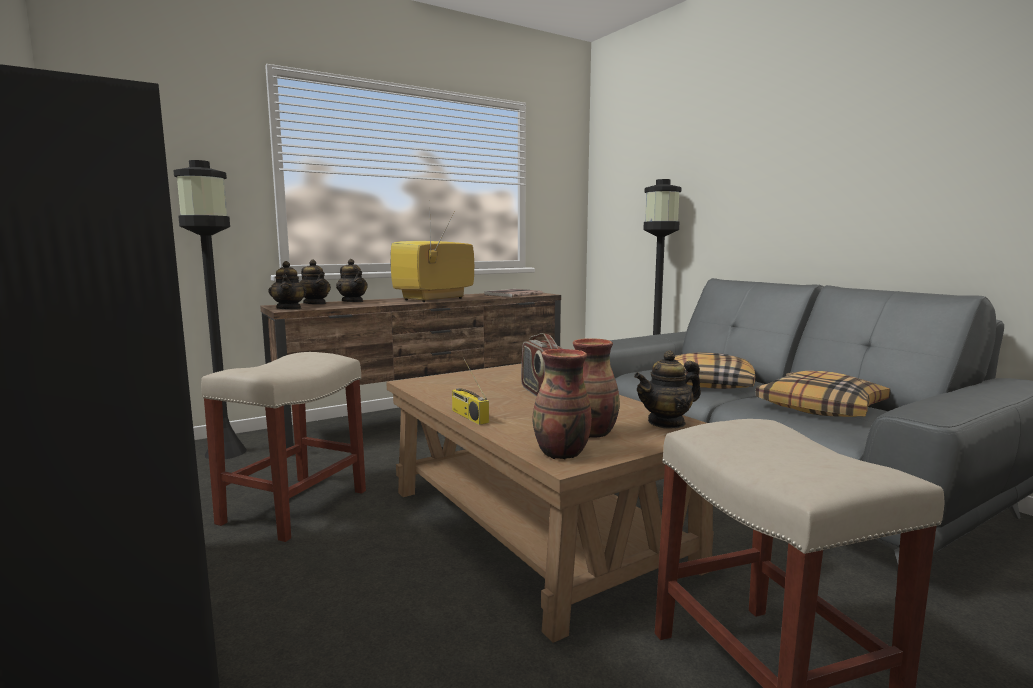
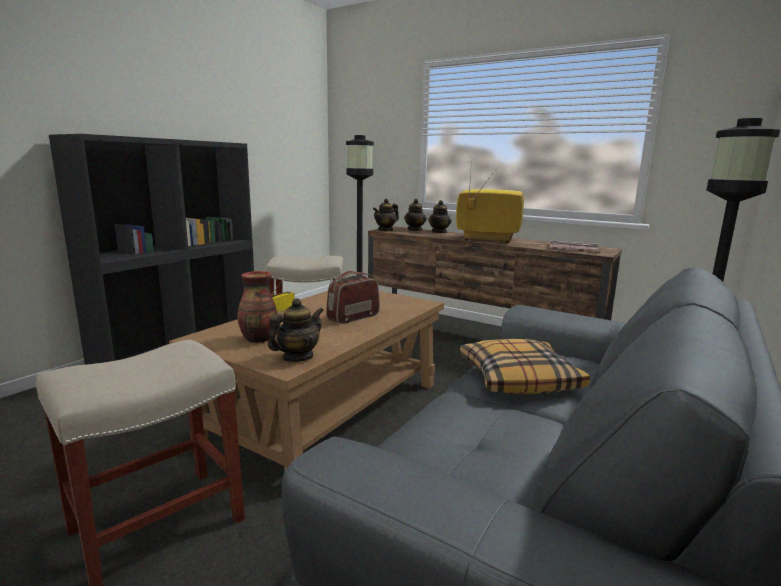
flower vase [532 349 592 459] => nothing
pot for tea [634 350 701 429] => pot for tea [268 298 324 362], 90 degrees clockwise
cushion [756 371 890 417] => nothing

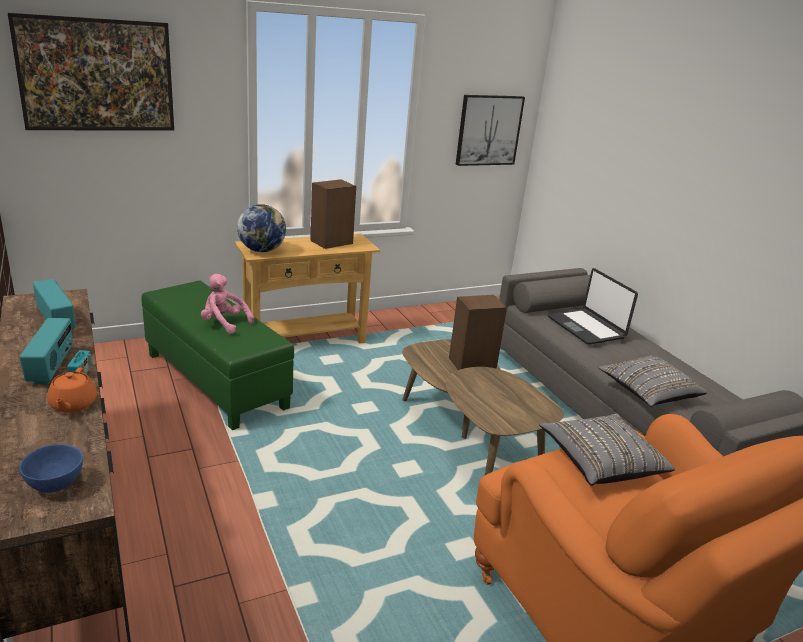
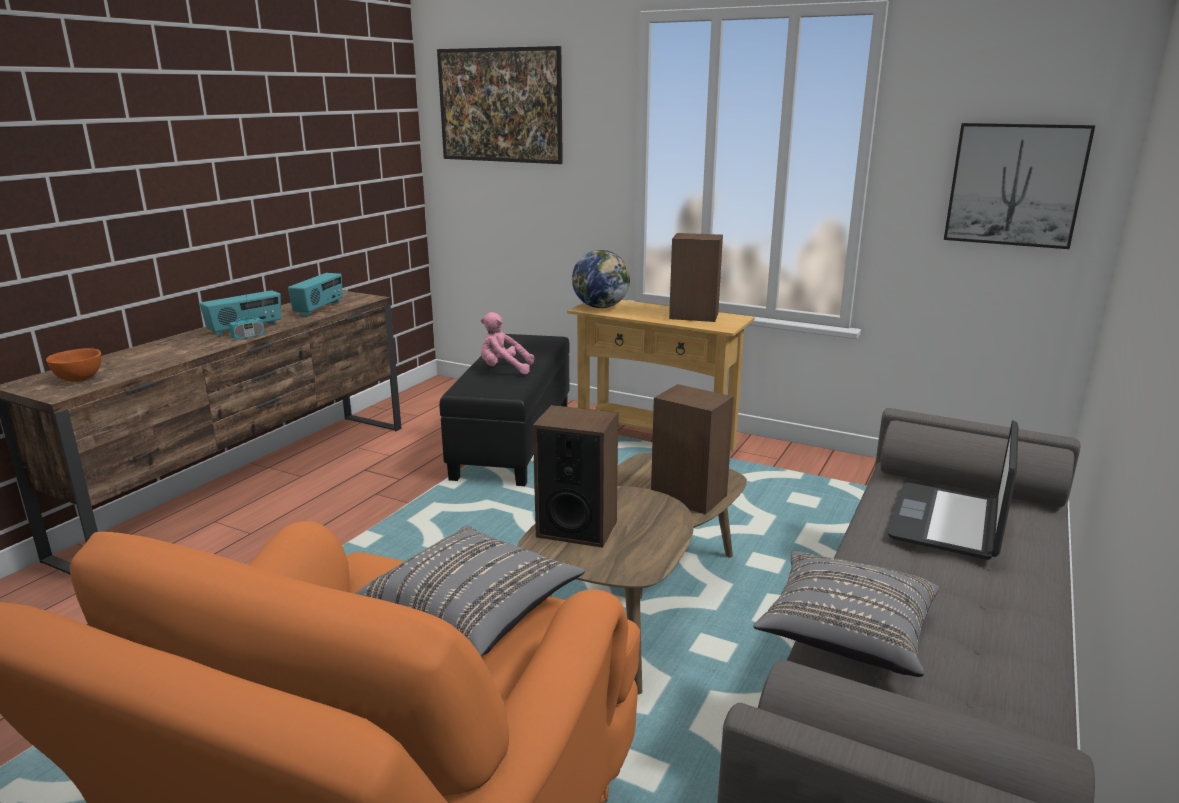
blue serving bowl [19 444 83 493] => orangey serving bowl [46 348 101 382]
orangey pot for tea [47 367 97 413] => nothing
greenish ottoman [141 280 294 430] => blackish ottoman [439 334 570 486]
pink-coloured soft toy [201 274 254 334] => pink-coloured soft toy [481 312 534 374], 75 degrees counterclockwise
nothing => audio speaker [533 405 618 548]

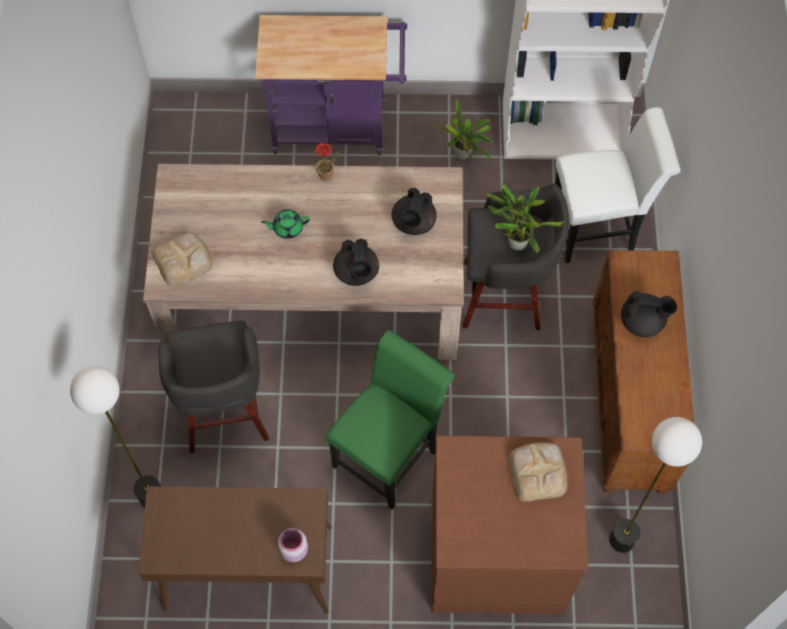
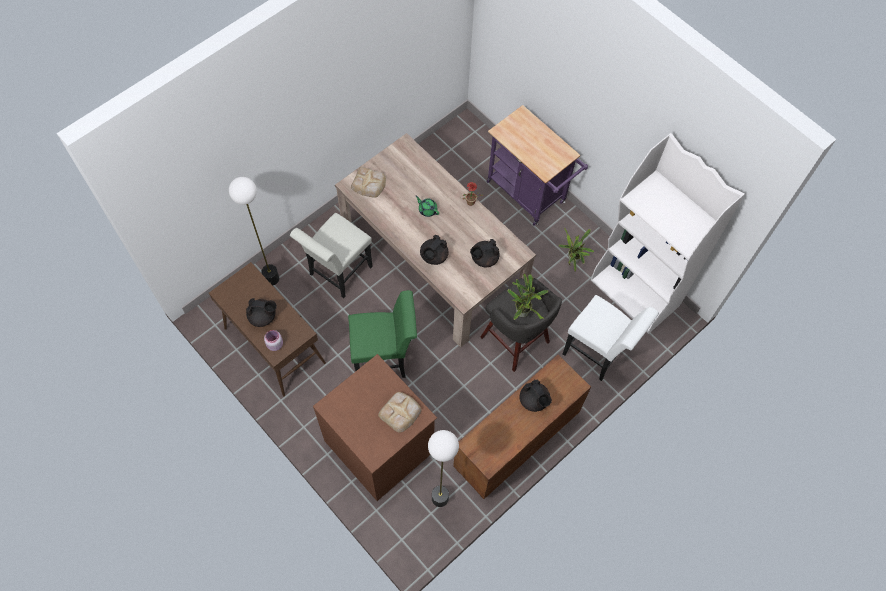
gray stool seat [159 320 269 453] => whitish upright chair [290 213 373 298]
nothing => blackish pot for tea [246 298 277 327]

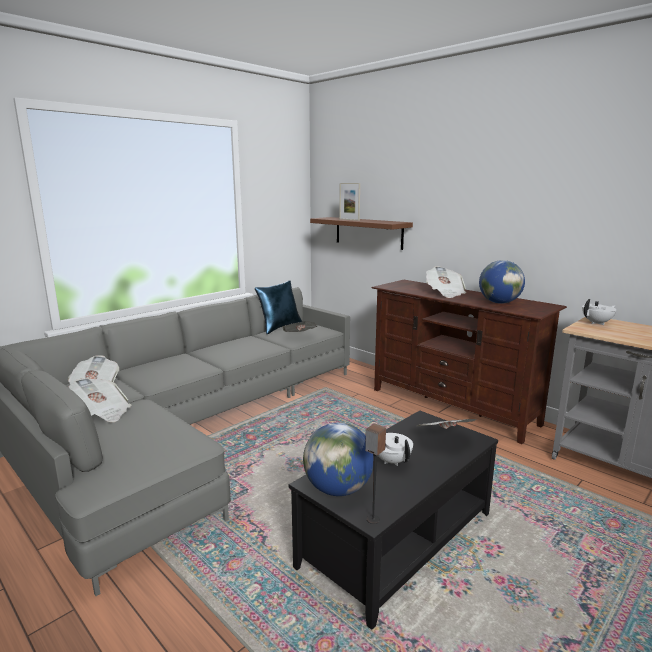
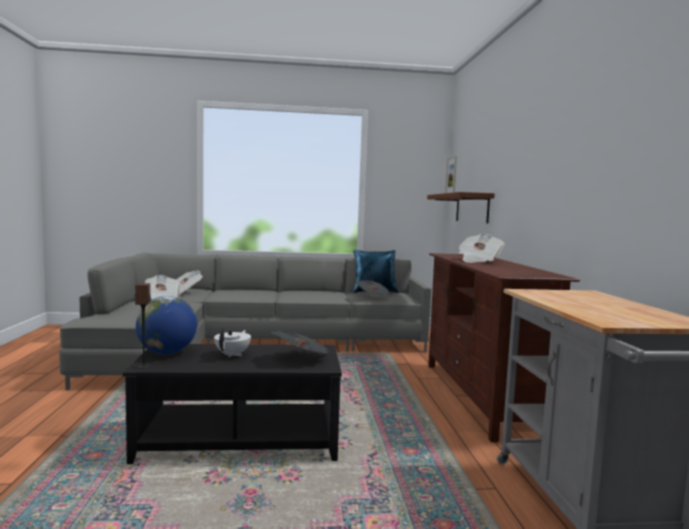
world globe [479 260 525 304] => nothing
whitish pot for tea [582 299 616 325] => nothing

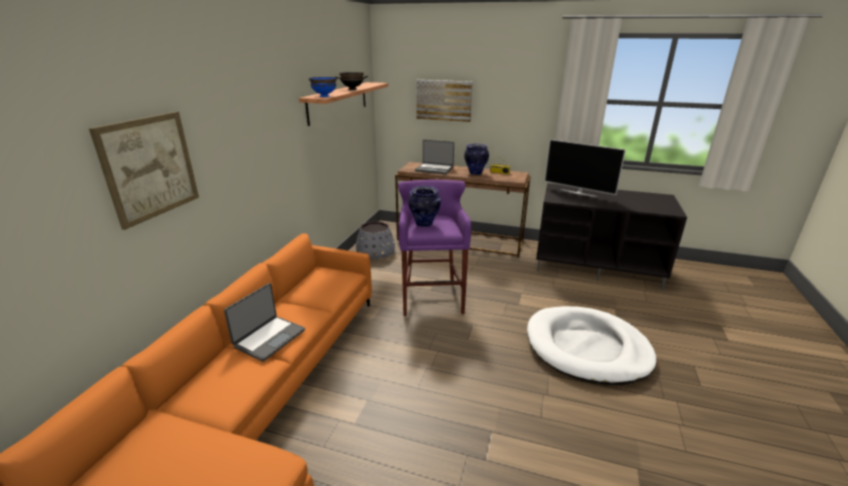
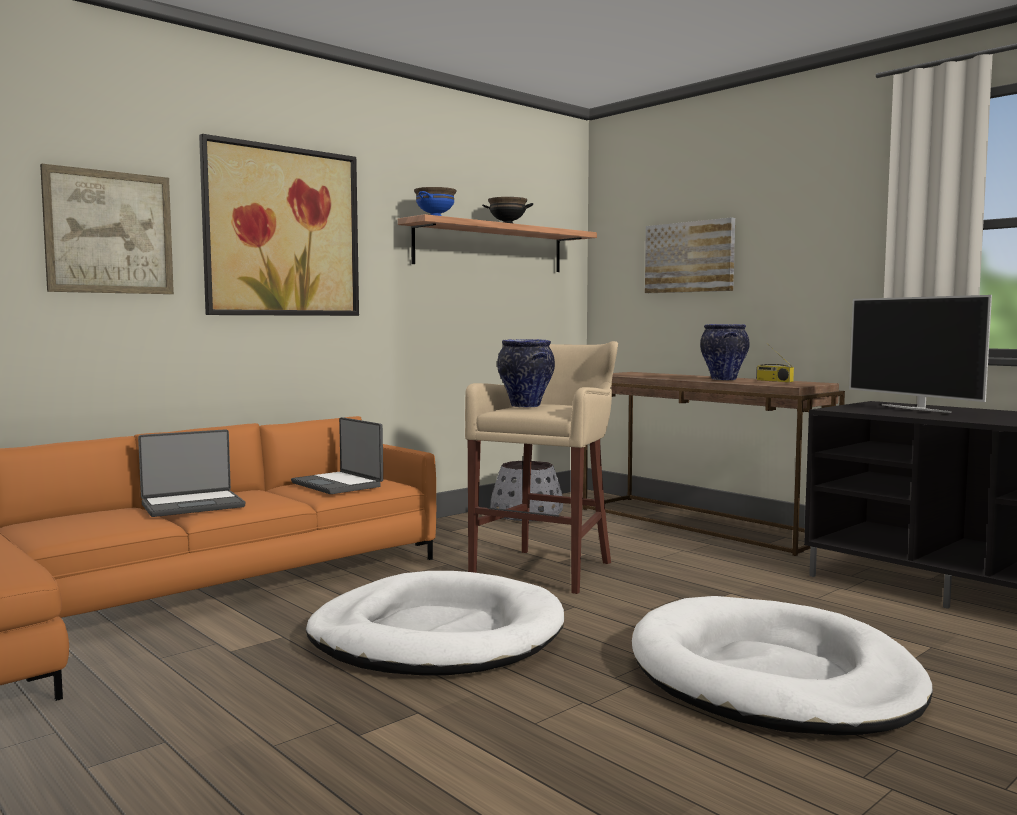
purple-coloured stool seat [398 180 471 316] => beige stool seat [465 341 618 594]
portable computer [415 140 454 174] => portable computer [291 417 383 494], relocated
nothing => picture [199 134 359 316]
nothing => whitish pet bed [306 571 564 676]

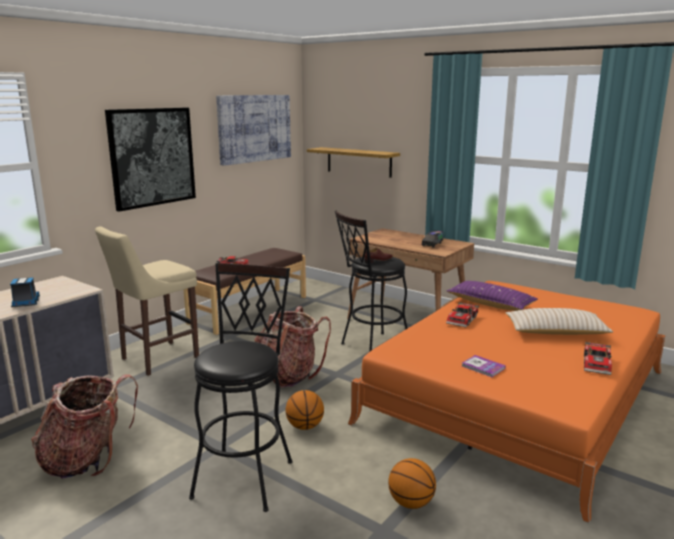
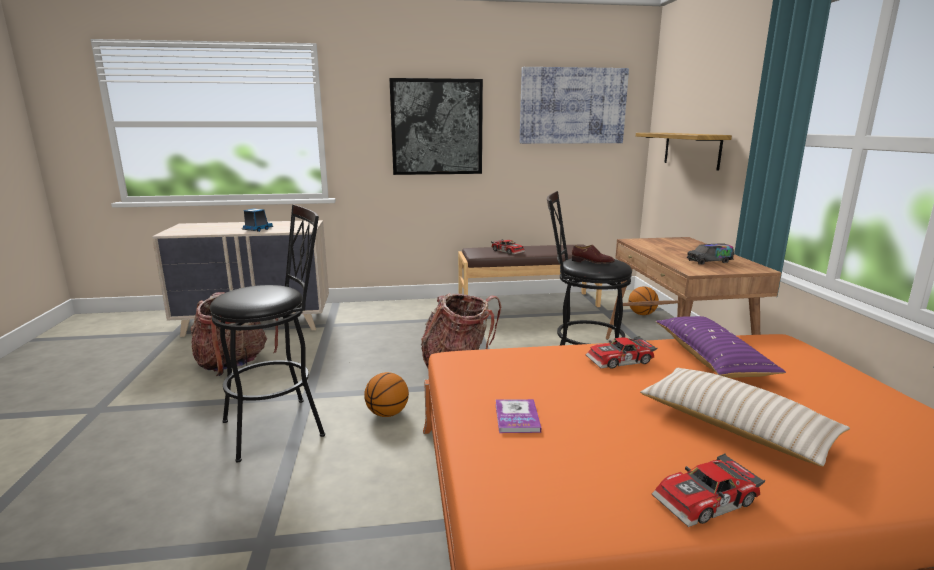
beige stool seat [95 226 199 376] => nothing
basketball ball [388 458 436 509] => basketball ball [629 286 659 315], relocated

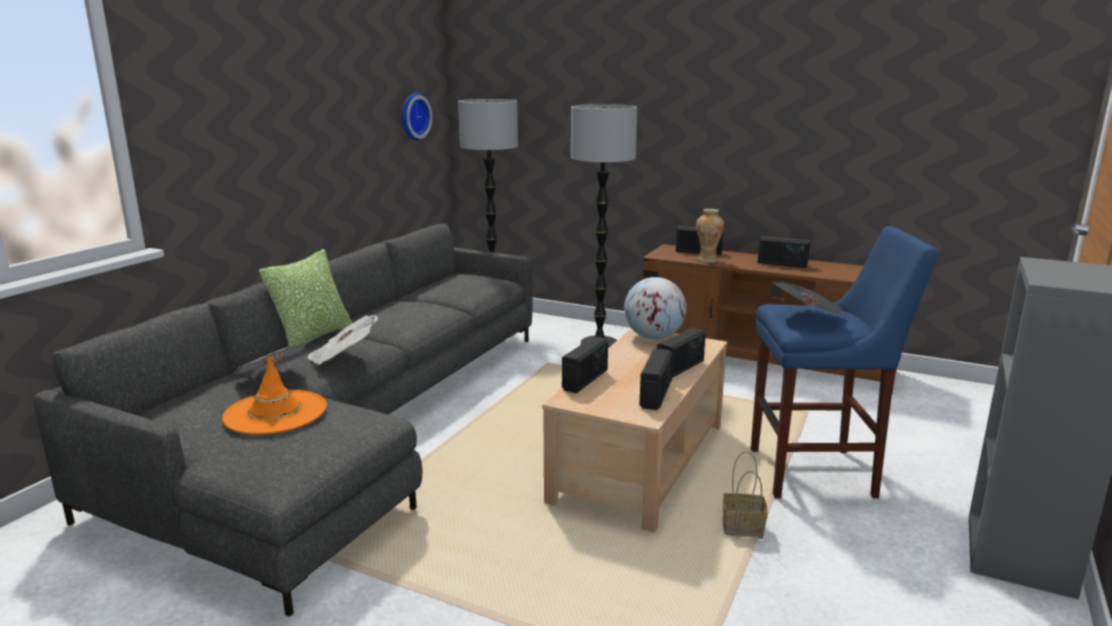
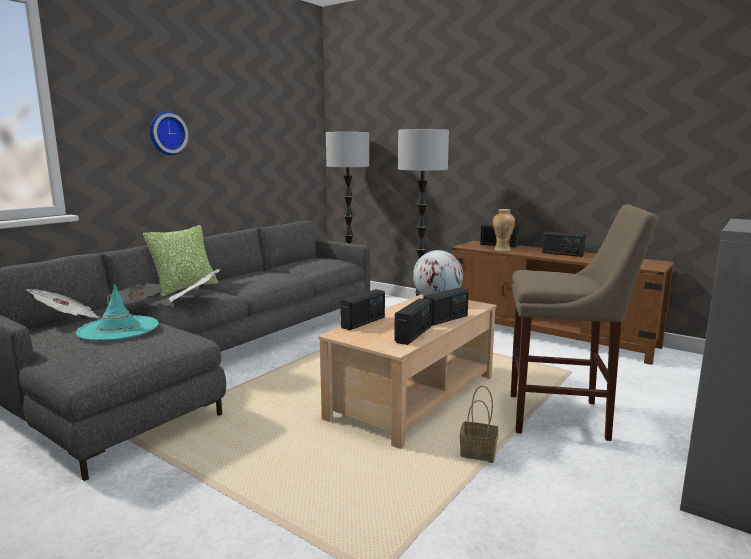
orangey clothing hat [222 356 327 435] => turquoise-coloured clothing hat [76 284 159 341]
clock on the wall [401 93 432 141] => clock on the wall [150 111 188 155], relocated
blue stool seat [751 226 938 499] => beige stool seat [511 204 658 441]
printed paper [772 282 845 315] => printed paper [26 289 100 318], relocated

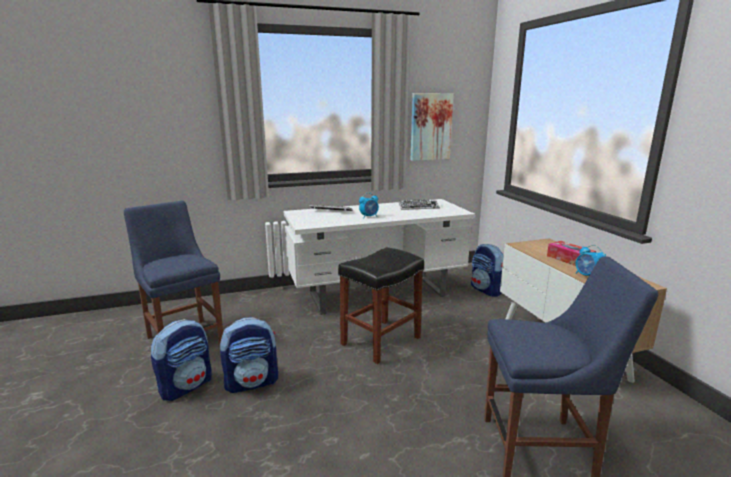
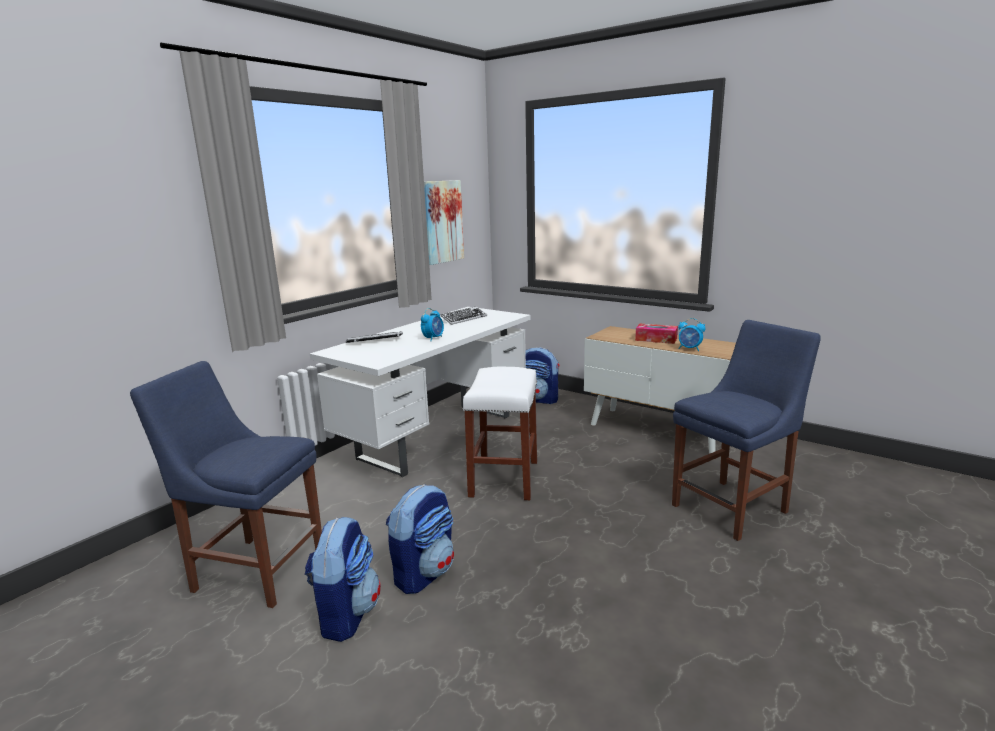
blackish stool seat [338 248 424 364] => whitish stool seat [463 366 537 500]

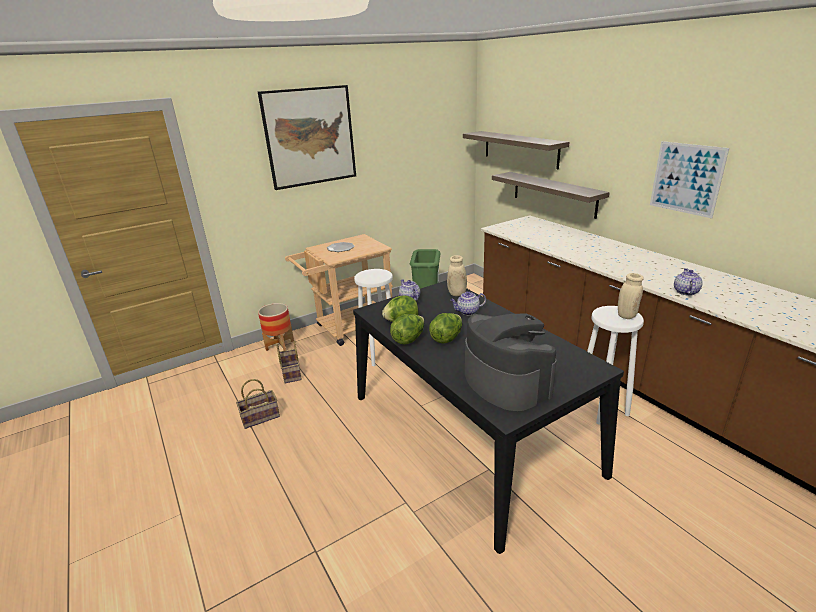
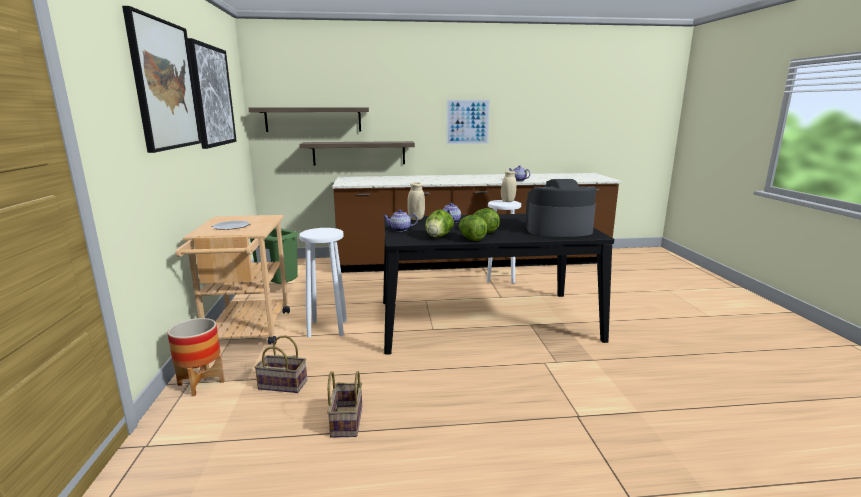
nothing => picture [188 38 237 149]

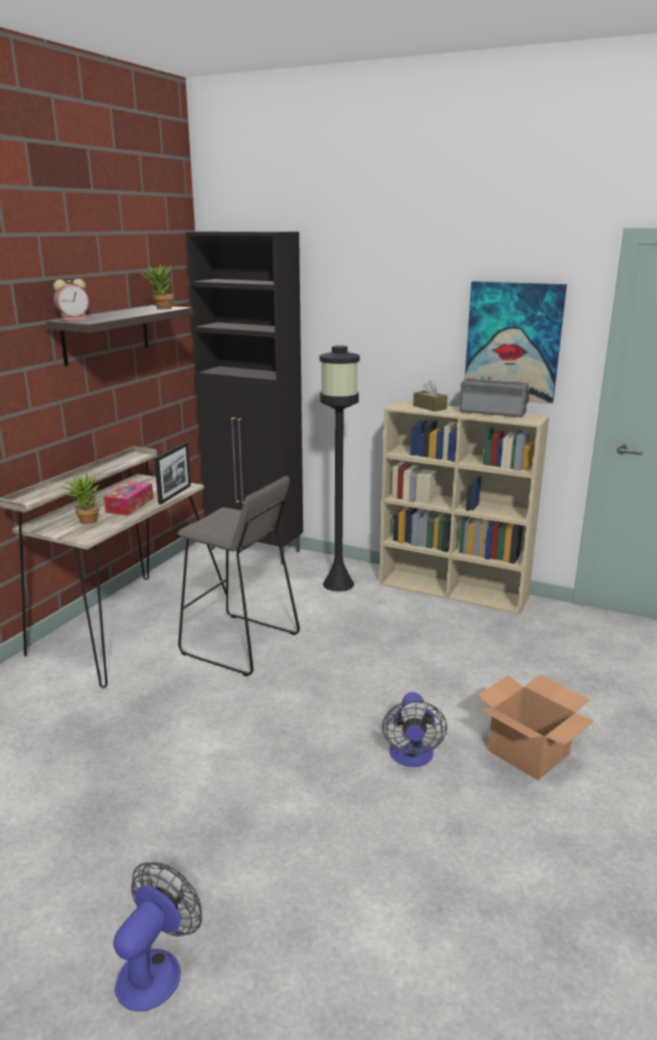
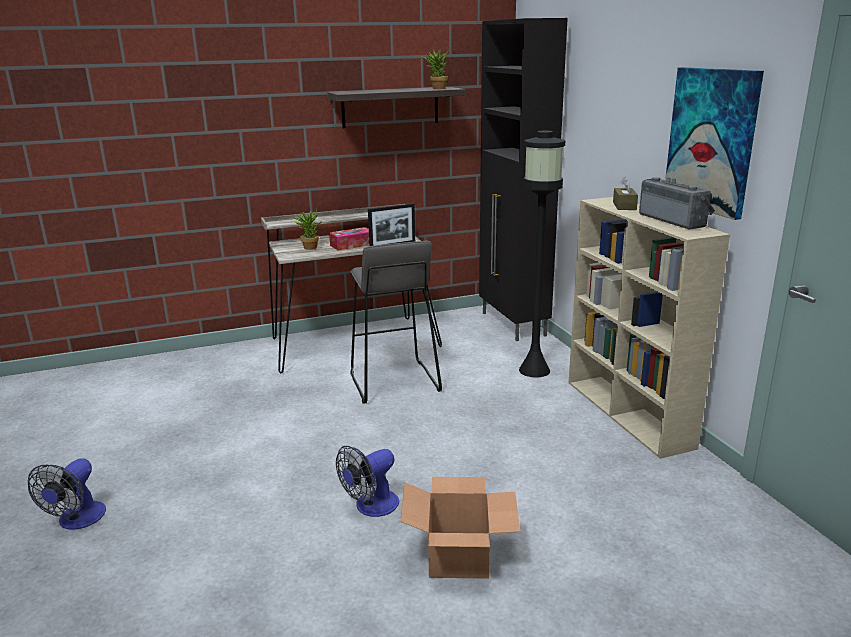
table clock [53 279 89 321] => nothing
cooling fan [113 862 202 1011] => cooling fan [28 458 106 530], 120 degrees clockwise

